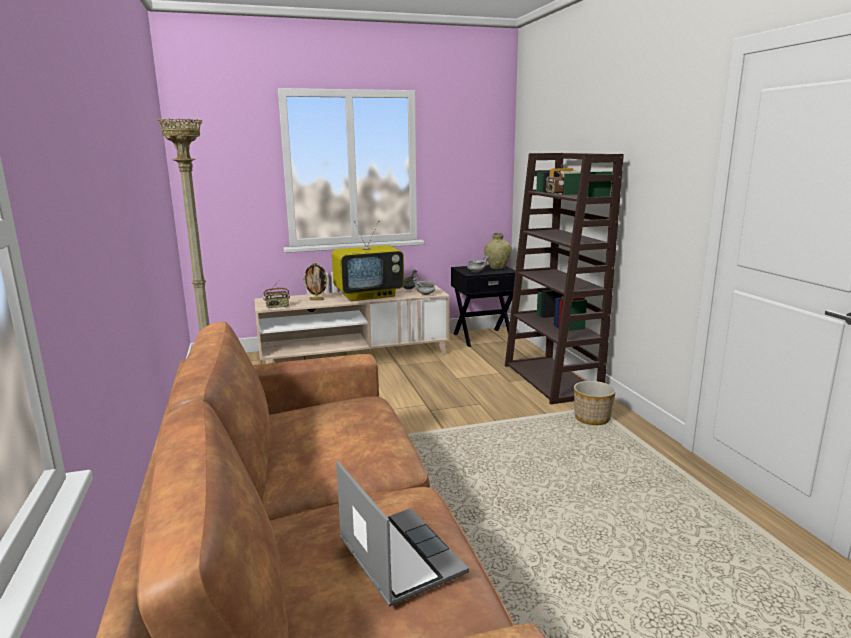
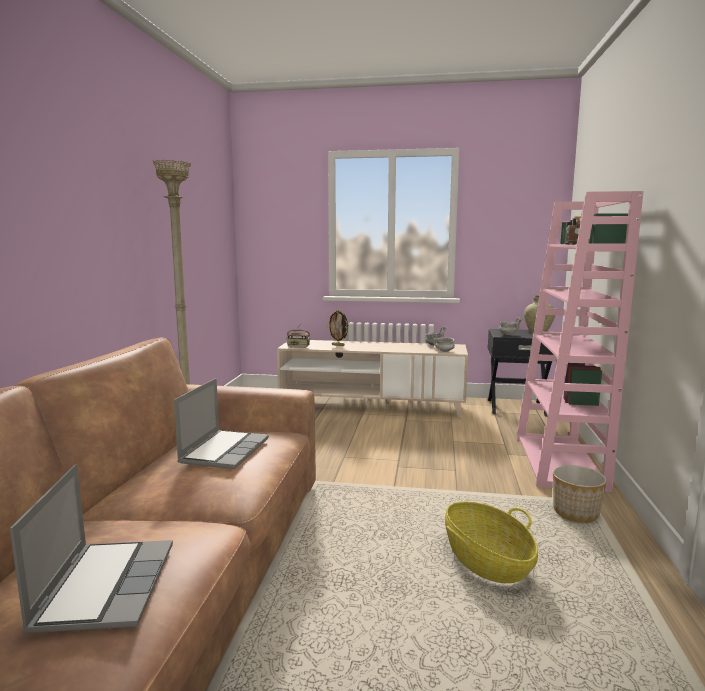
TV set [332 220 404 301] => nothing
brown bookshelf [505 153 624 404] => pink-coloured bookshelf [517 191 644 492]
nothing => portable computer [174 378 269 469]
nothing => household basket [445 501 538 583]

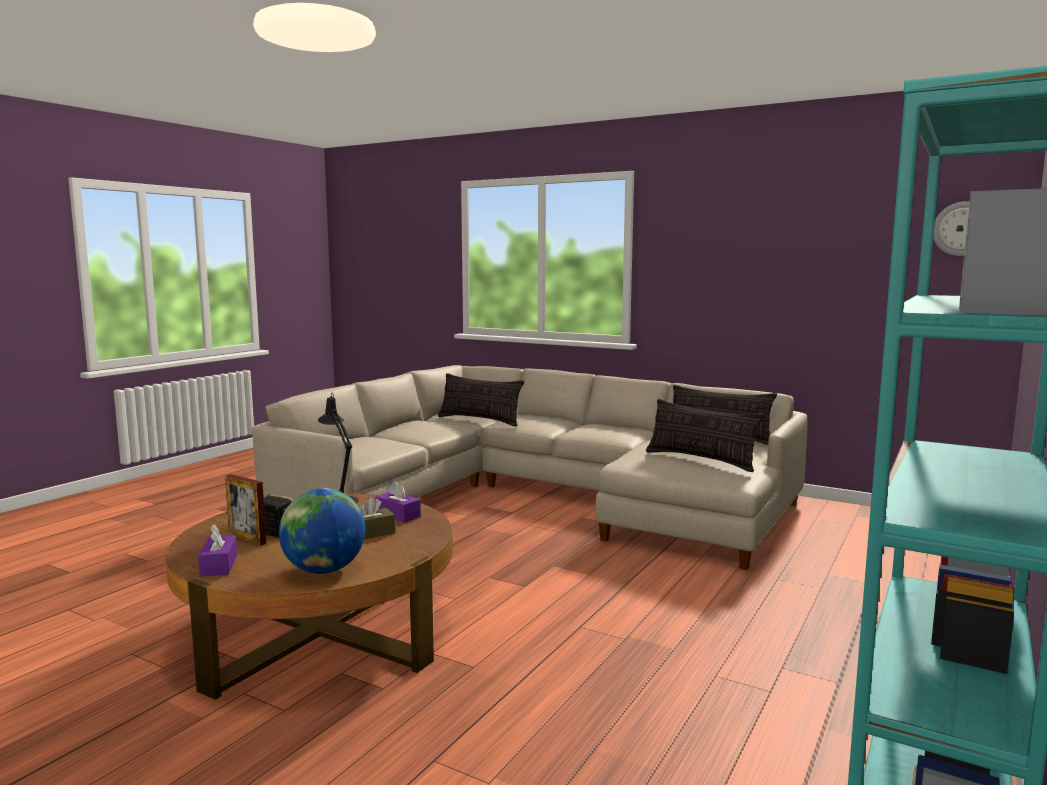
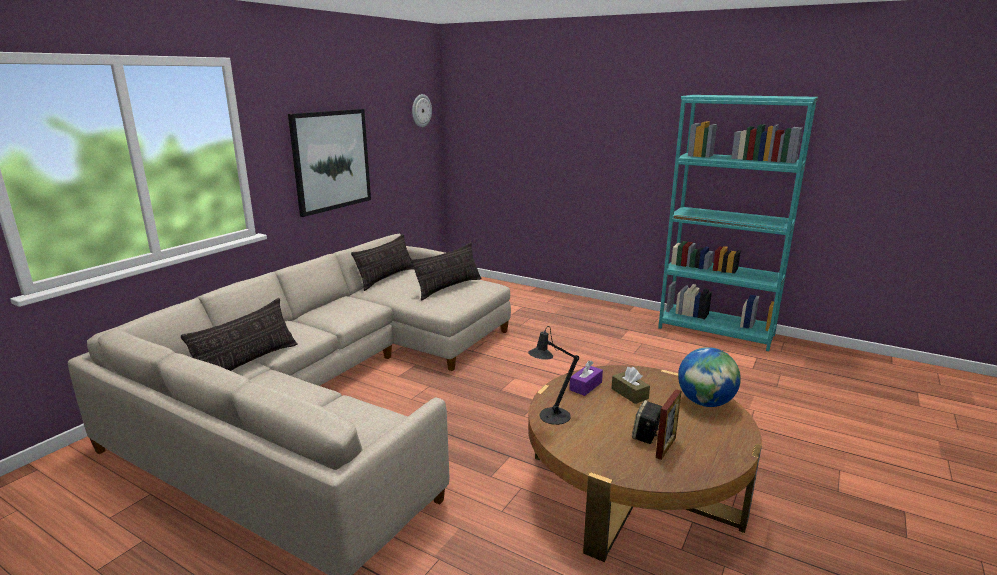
purple-coloured box of tissues [198 524 237 577] => nothing
nothing => picture [288 109 371 217]

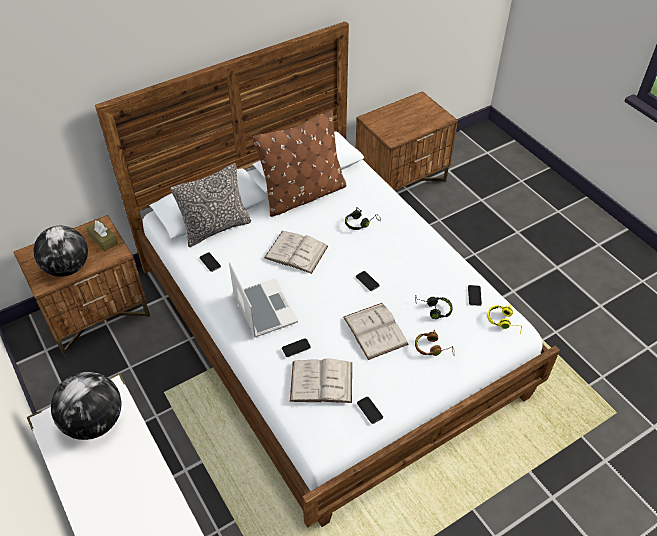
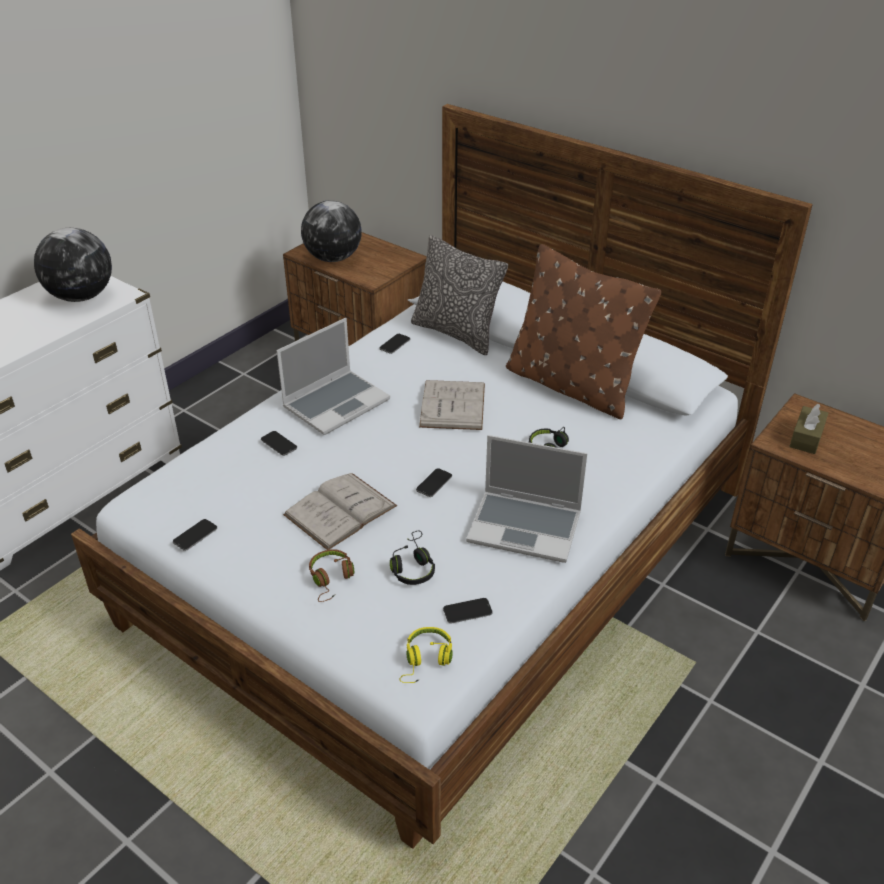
brown box of tissues [86 220 118 252] => brown box of tissues [789 404 828 454], relocated
whitish volume [290 358 352 403] => nothing
nothing => portable computer [466 435 587 563]

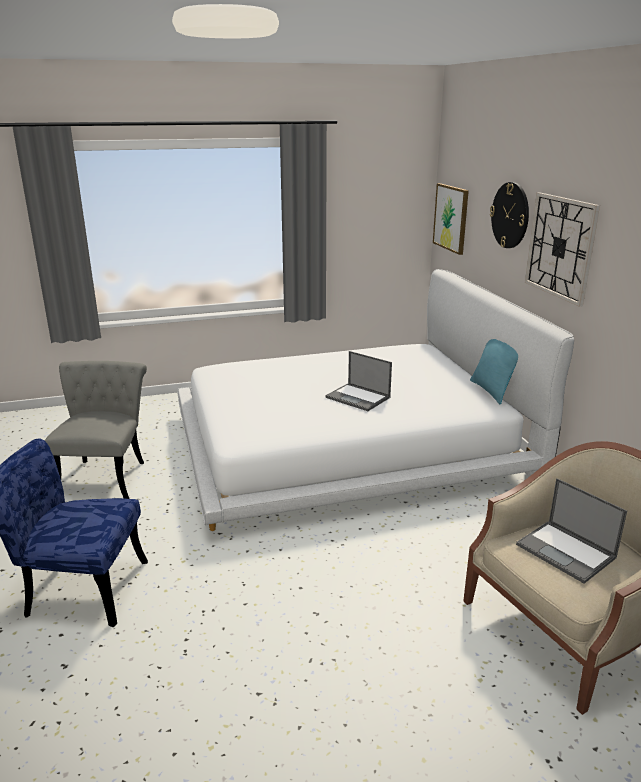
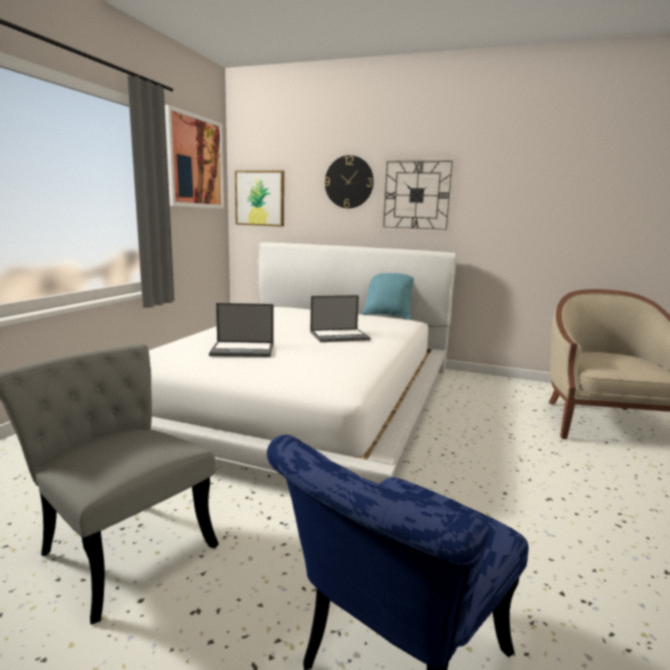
portable computer [516 478 627 584] => portable computer [209 303 273 357], relocated
nothing => picture [165 105 224 209]

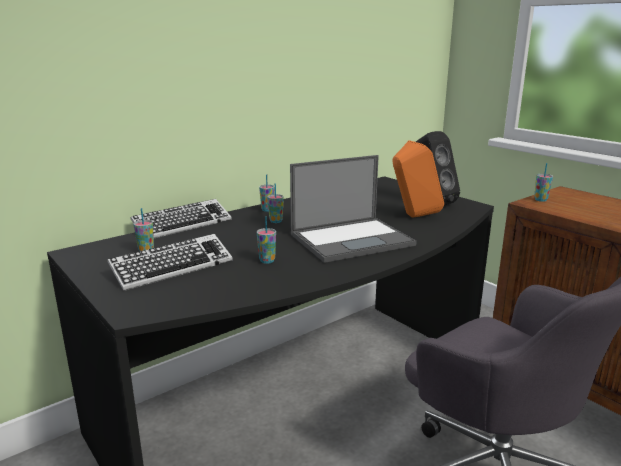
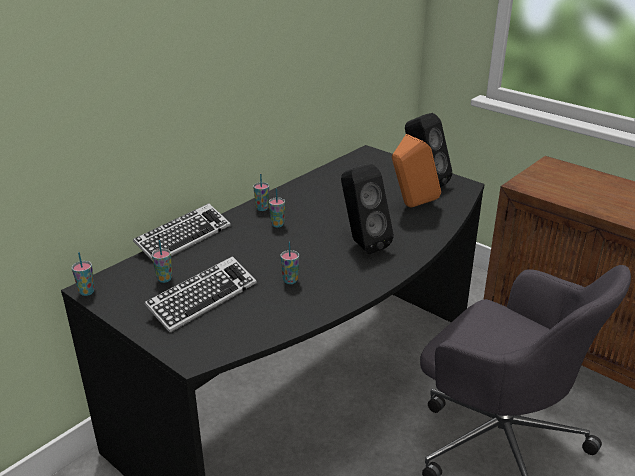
portable computer [290 155 417 263] => blackish audio speaker [341 164 394 254]
drinking cup [534 163 553 202] => drinking cup [72 252 95 296], relocated

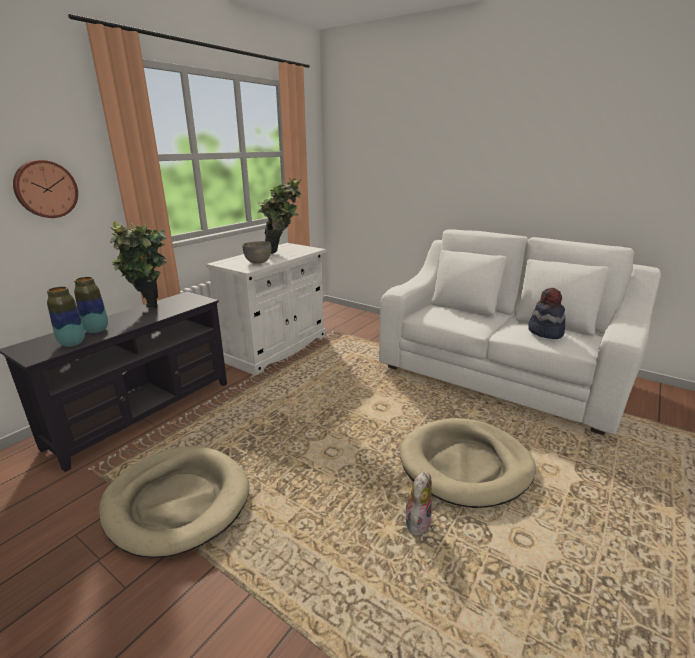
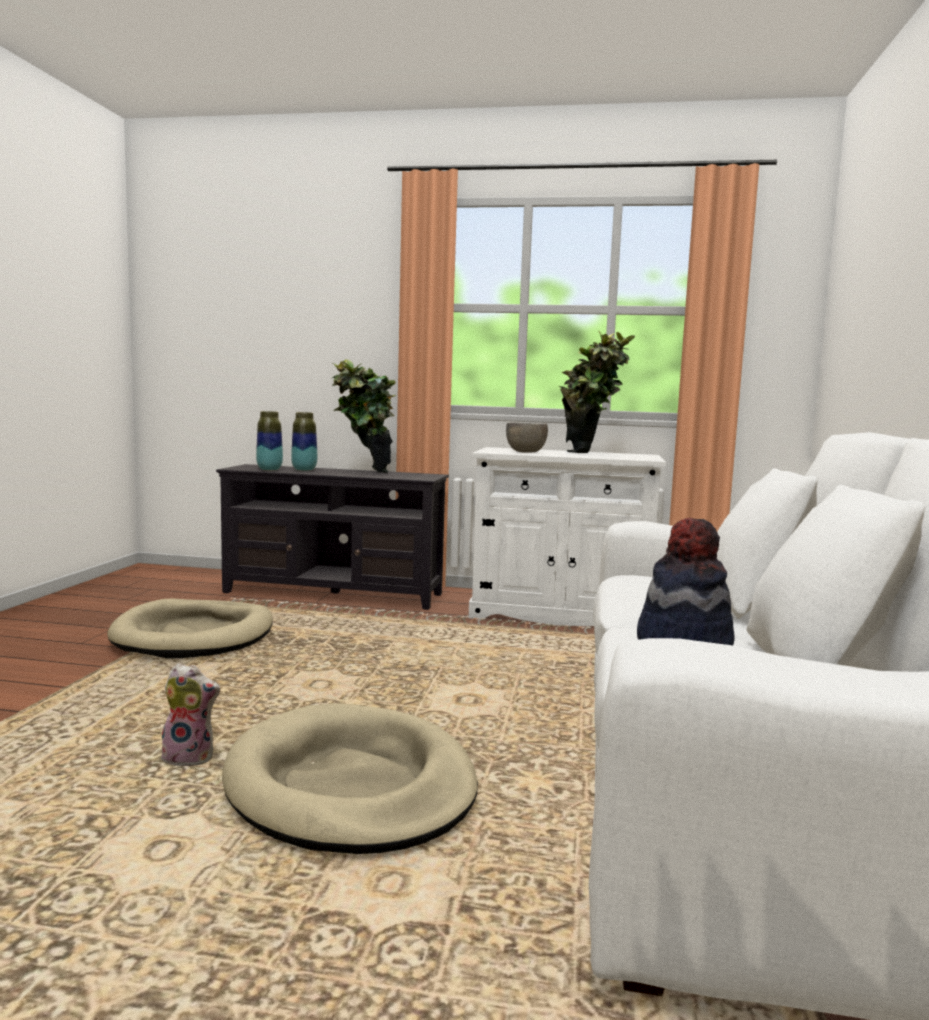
clock on the wall [13 160 78 218] => nothing

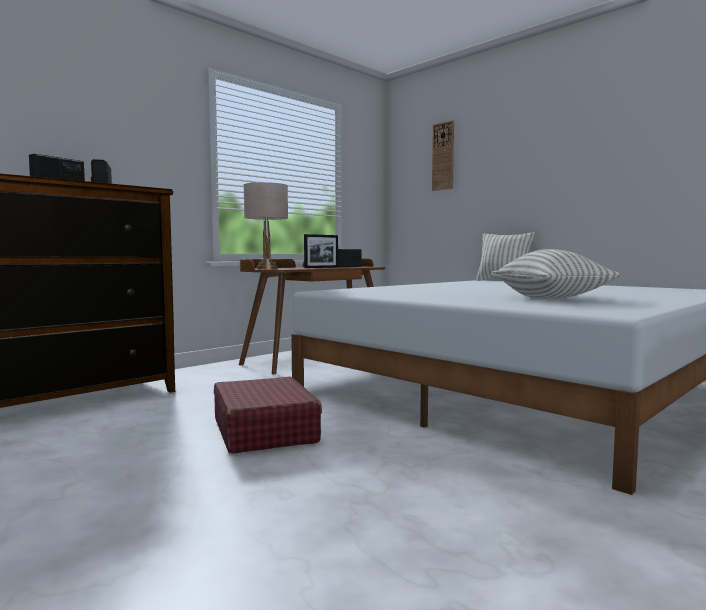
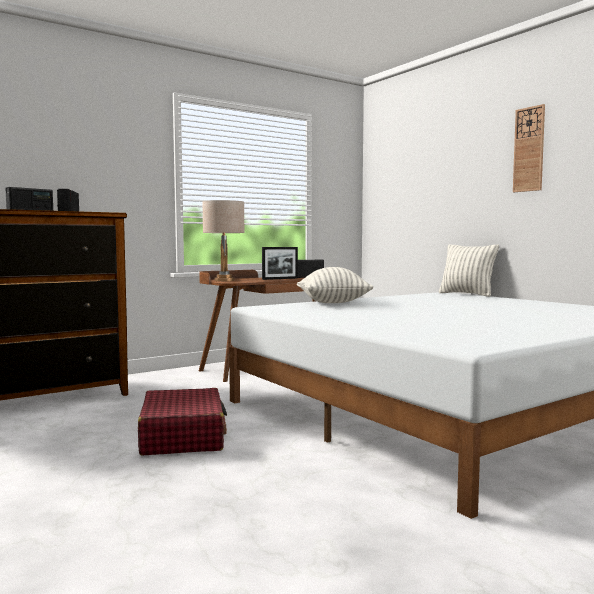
clock on the wall [432 120 454 191] => clock on the wall [513 104 545 192], relocated
cushion [492 249 620 299] => cushion [297 267 373 303], relocated

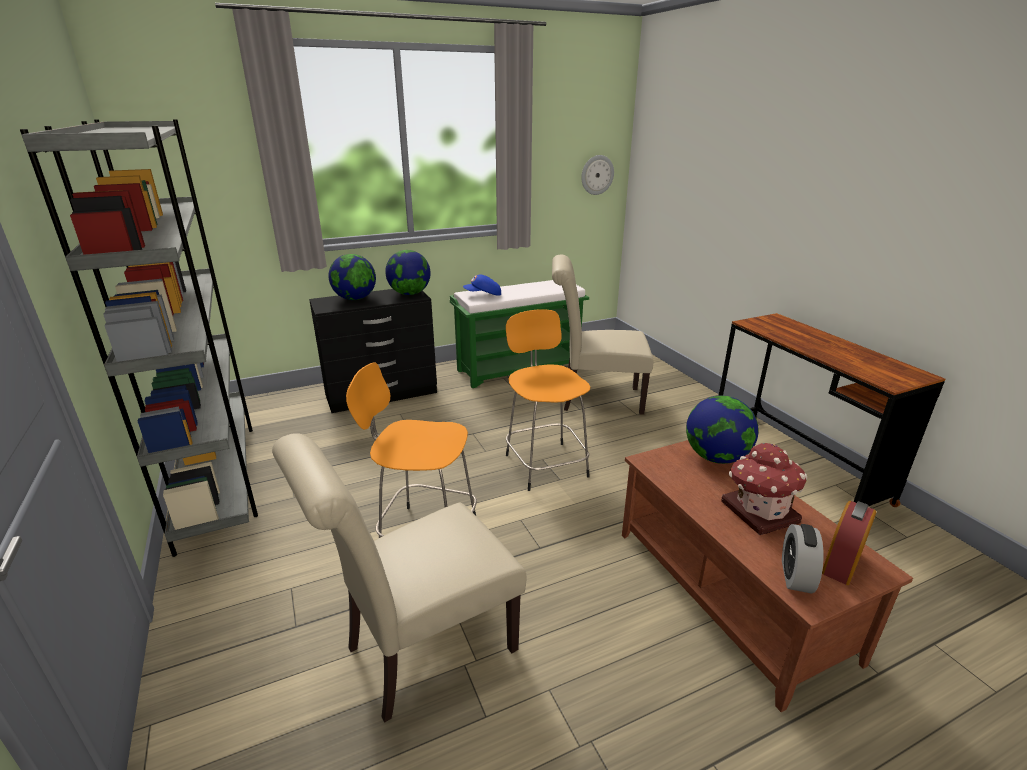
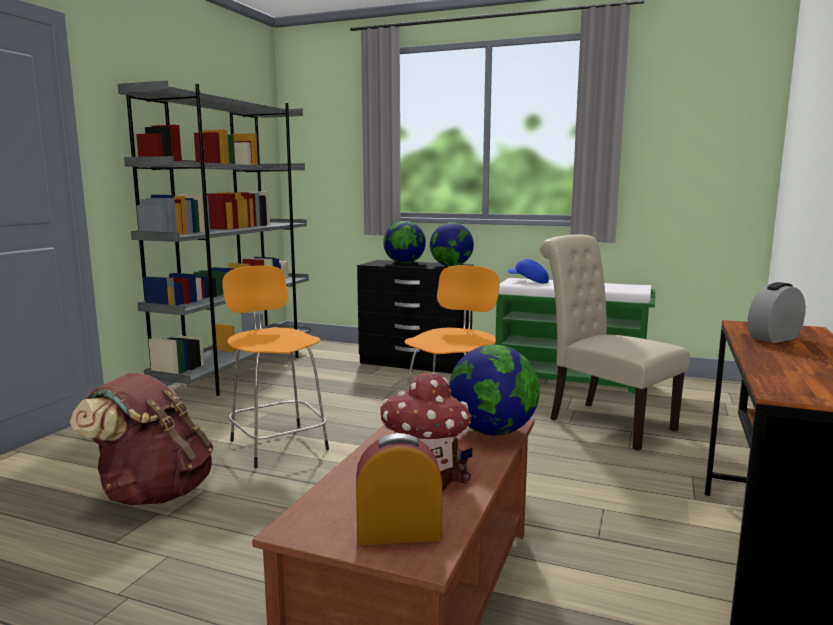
beige upright chair [272 433 526 723] => brown rucksack [70 373 213 505]
clock on the wall [581 155 614 195] => nothing
table clock [782 524 823 594] => table clock [748 282 806 343], relocated

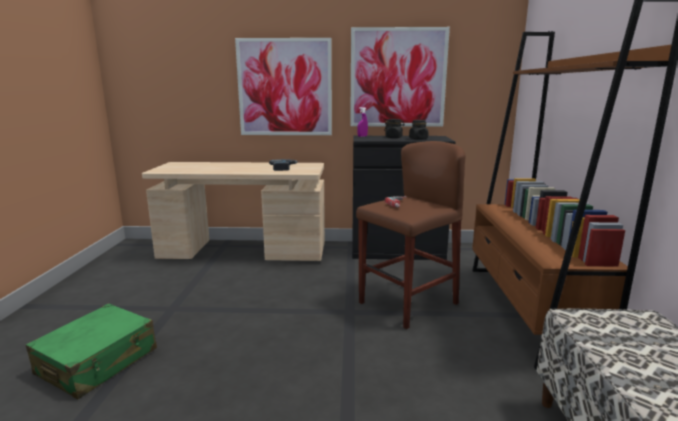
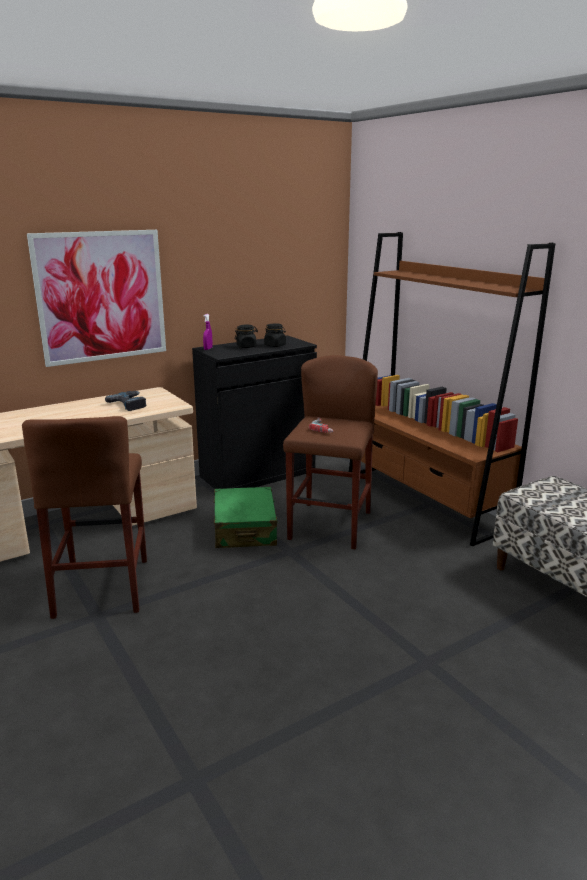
greenish travel case [26 303 157 399] => greenish travel case [214 487 279 548], relocated
picture [350 27 450 127] => nothing
nothing => brown stool seat [22 416 147 619]

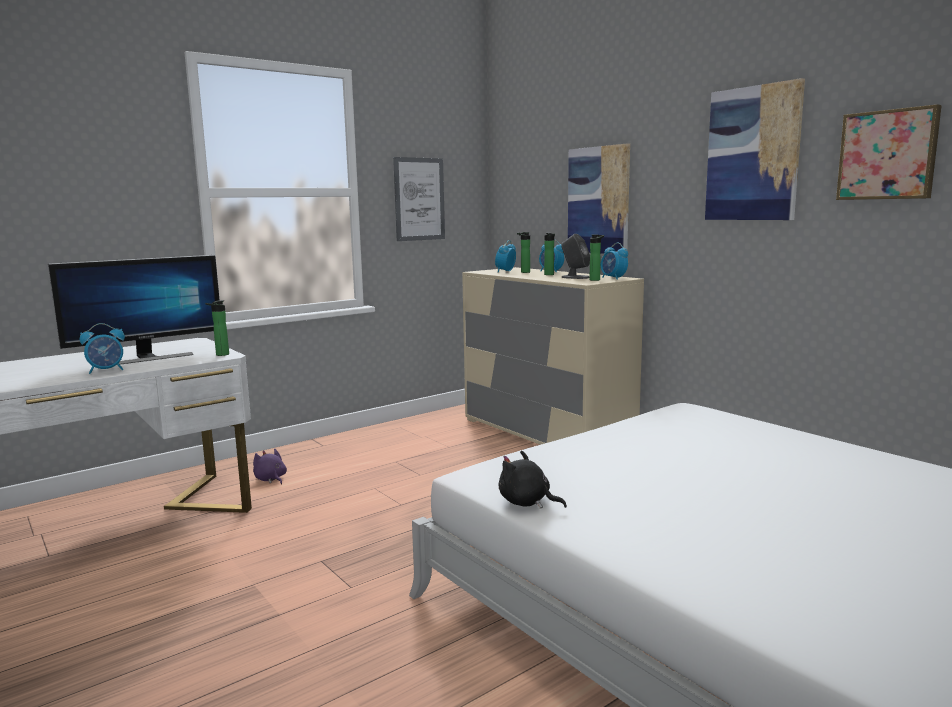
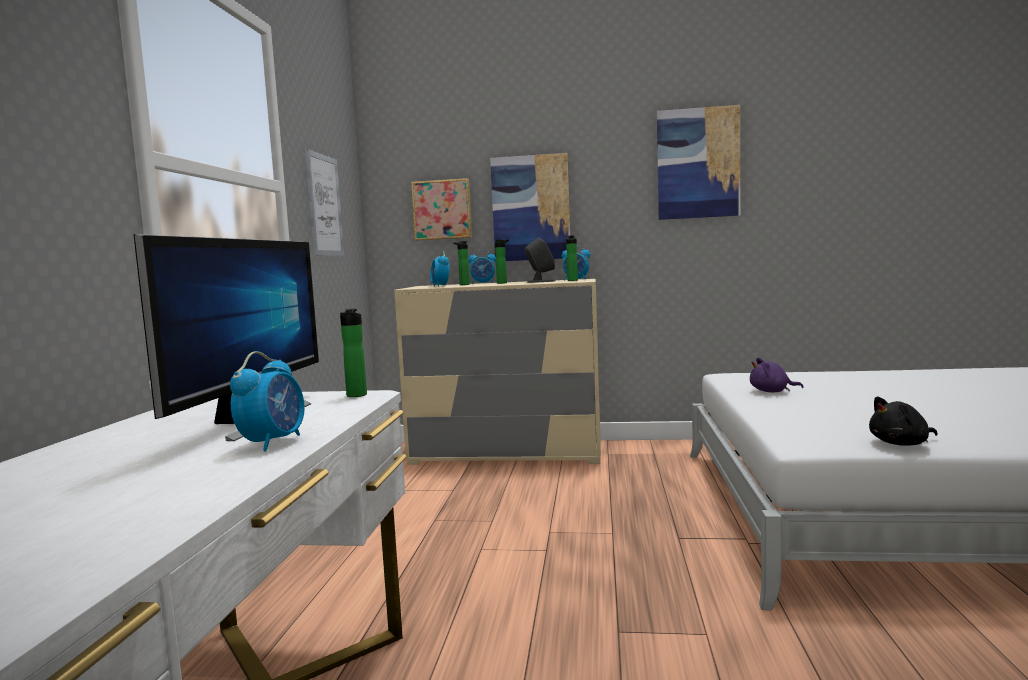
purple-coloured soft toy [253 449 287 485] => purple-coloured soft toy [750 358 804 393], relocated
picture [836 104 942 200] => picture [411 178 472 241], relocated

